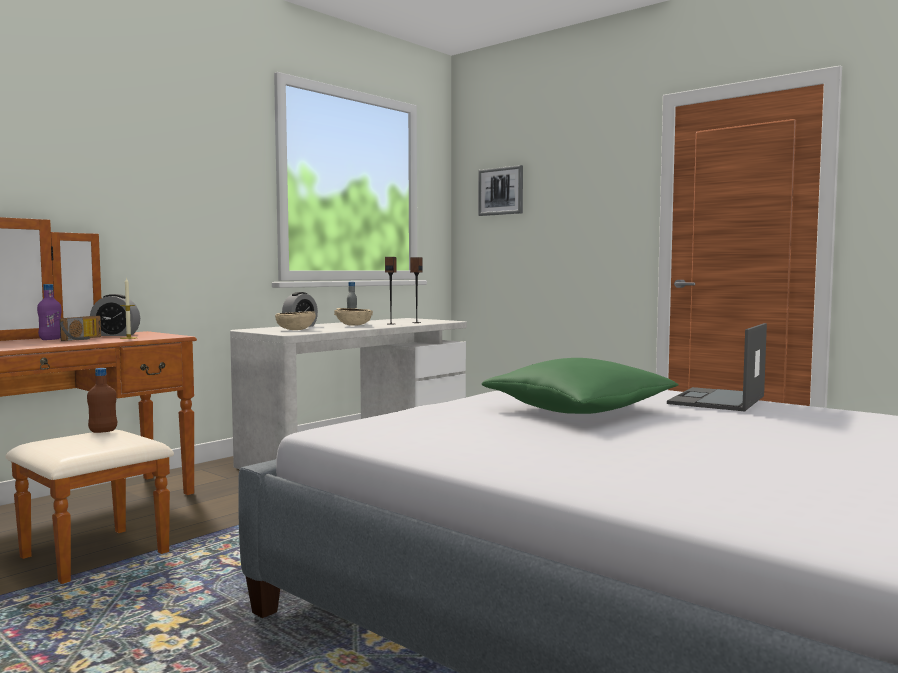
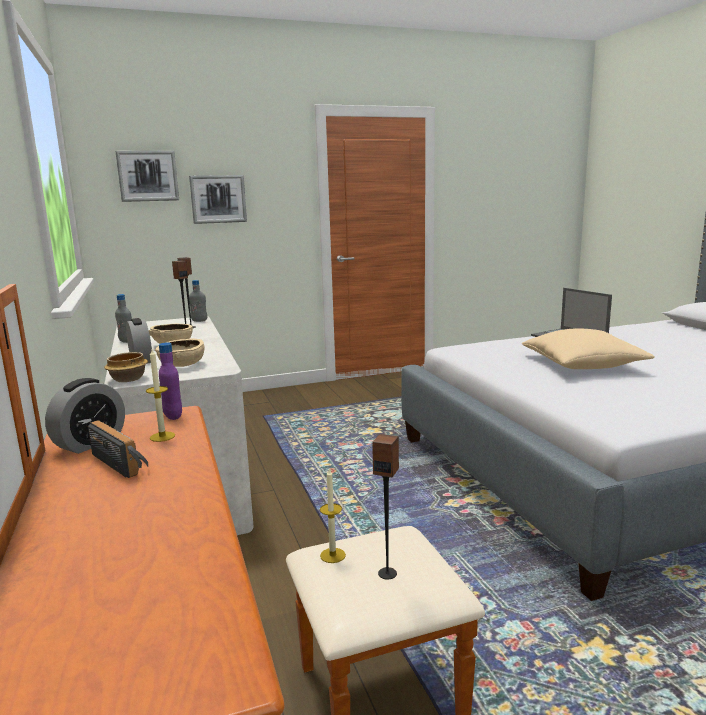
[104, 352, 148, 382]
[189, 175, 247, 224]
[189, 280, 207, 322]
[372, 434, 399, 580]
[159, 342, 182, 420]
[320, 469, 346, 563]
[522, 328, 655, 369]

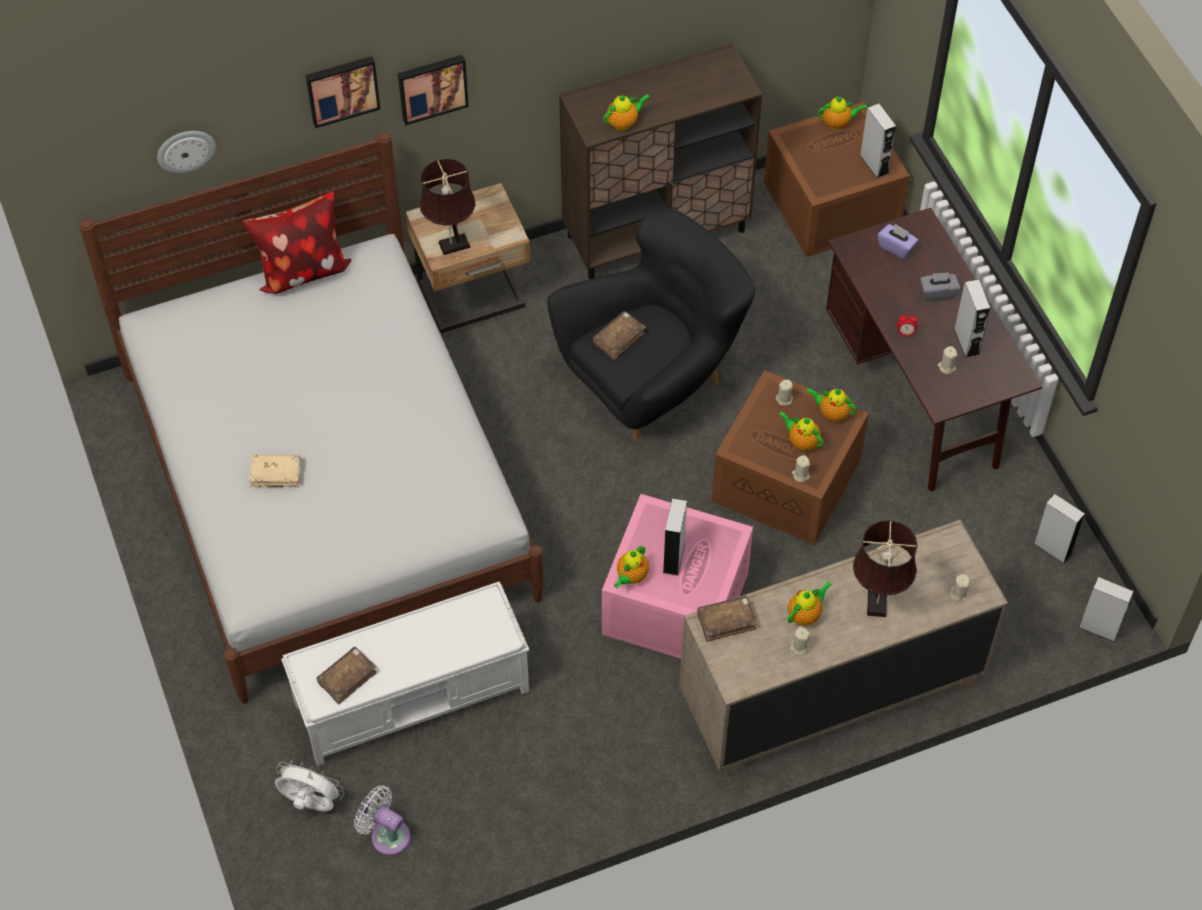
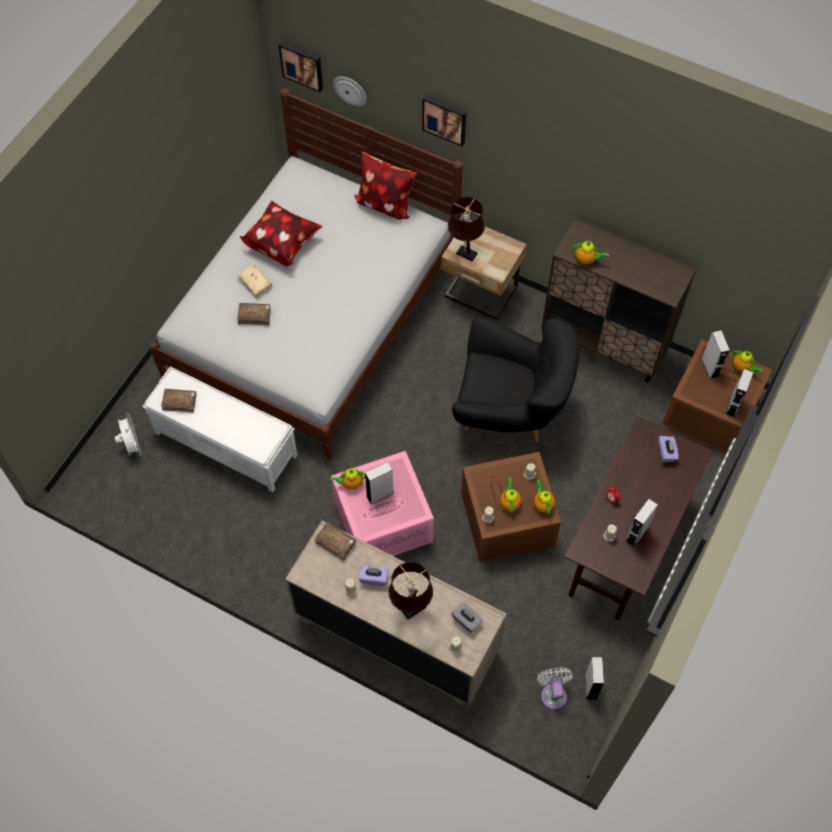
[240, 201, 322, 266]
[537, 667, 573, 710]
[279, 41, 323, 92]
[237, 303, 271, 325]
[451, 603, 483, 633]
[702, 330, 730, 379]
[359, 565, 388, 586]

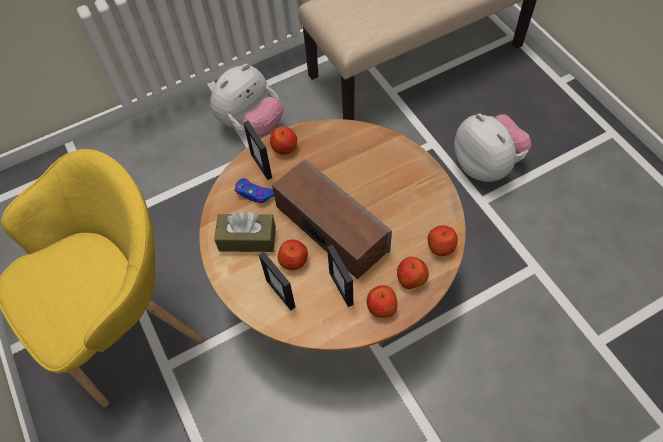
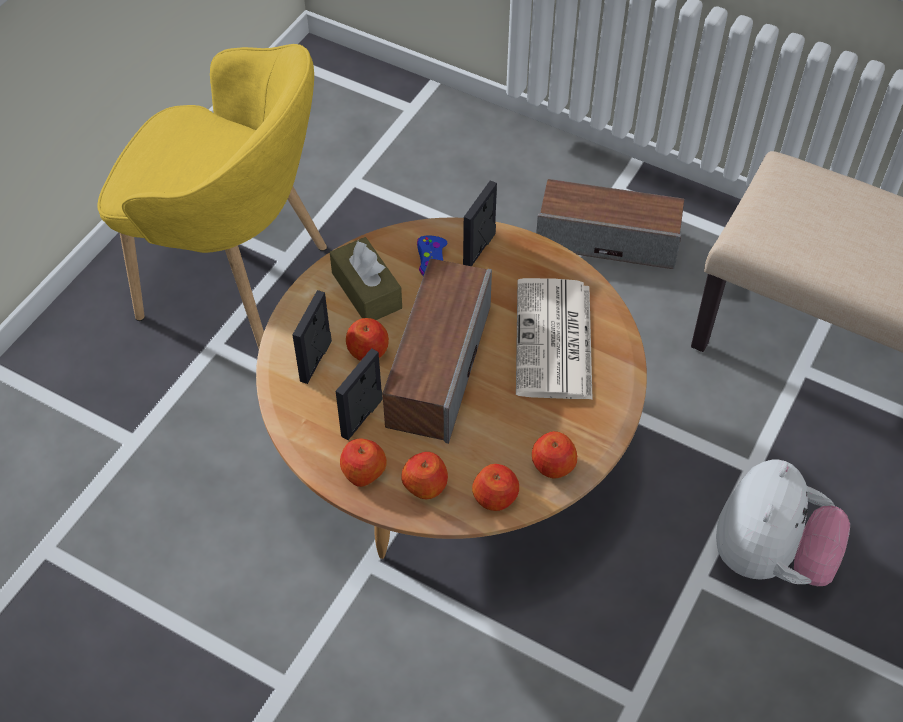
[516, 278, 593, 400]
[532, 431, 577, 478]
[536, 179, 684, 269]

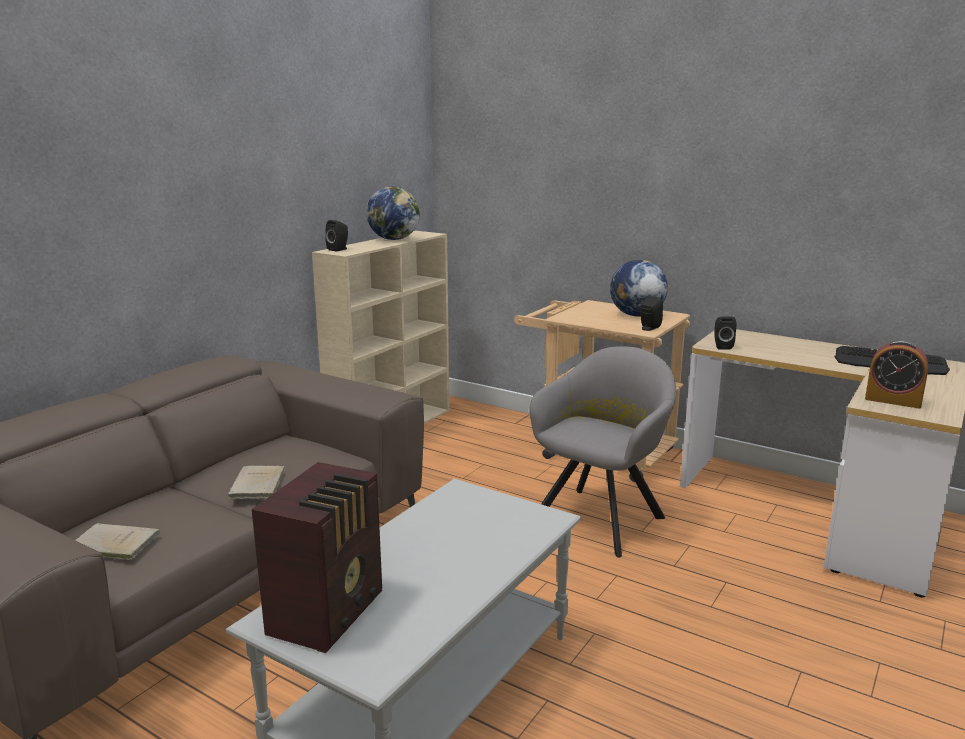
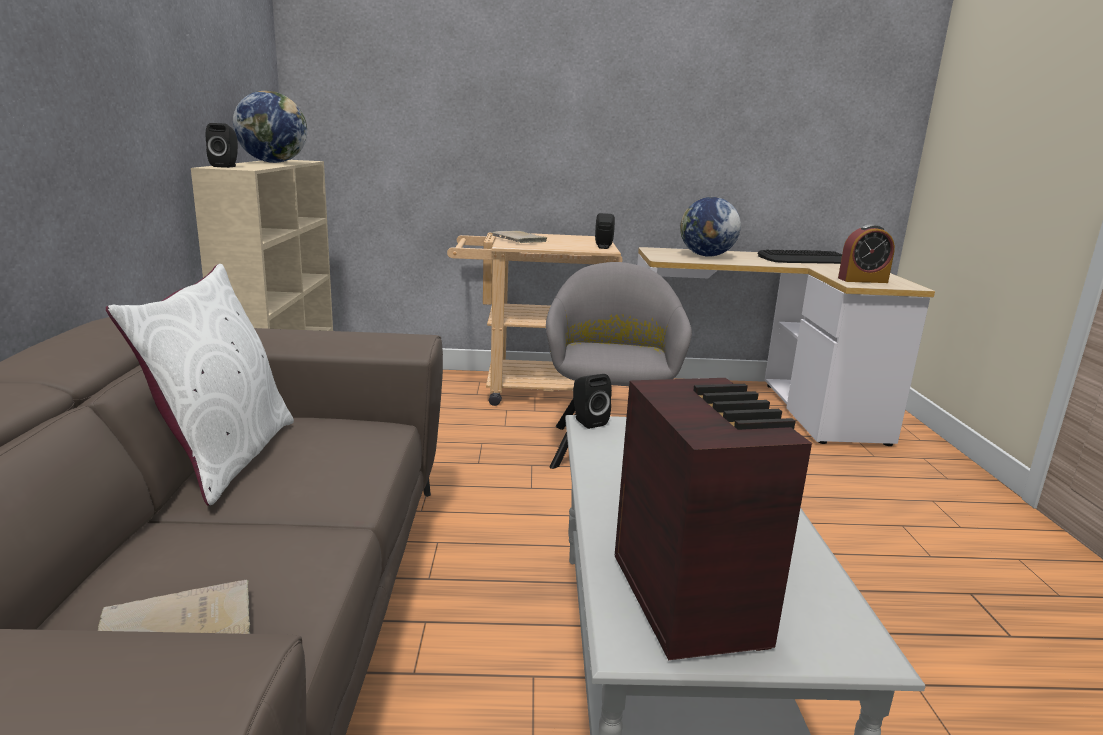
[106, 264, 294, 506]
[492, 231, 547, 243]
[680, 197, 741, 256]
[573, 374, 612, 429]

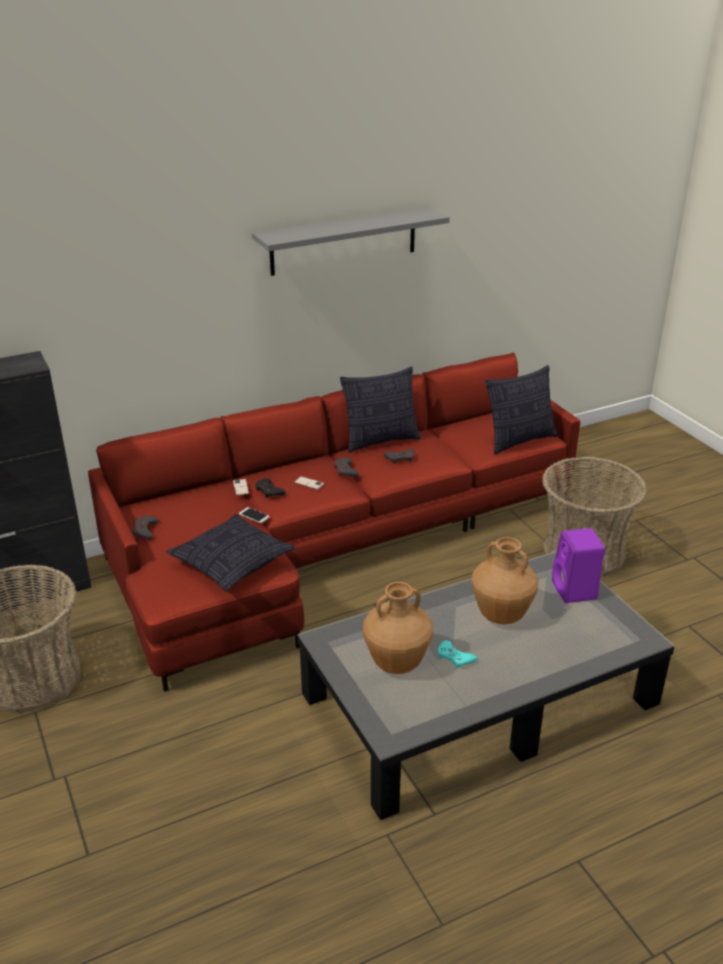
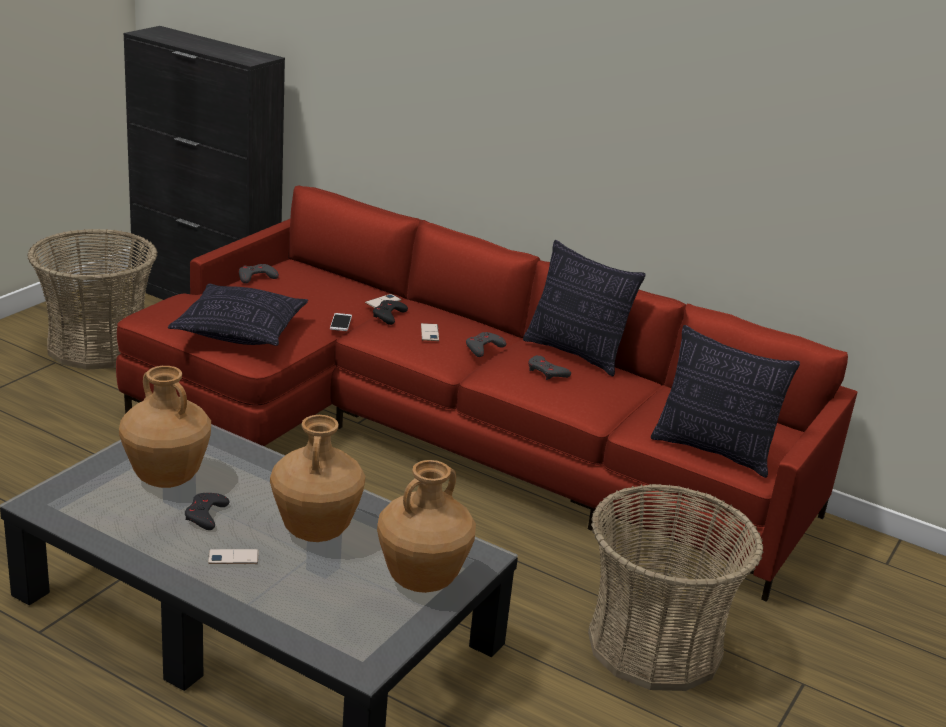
[252, 206, 450, 276] (first image)
[208, 549, 259, 564]
[377, 460, 476, 593]
[185, 493, 229, 530]

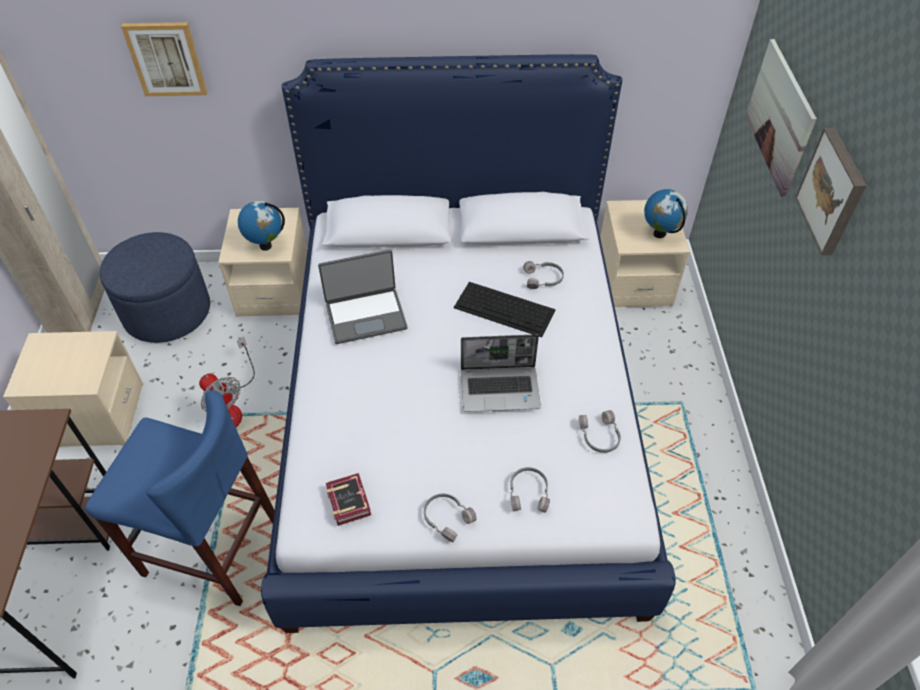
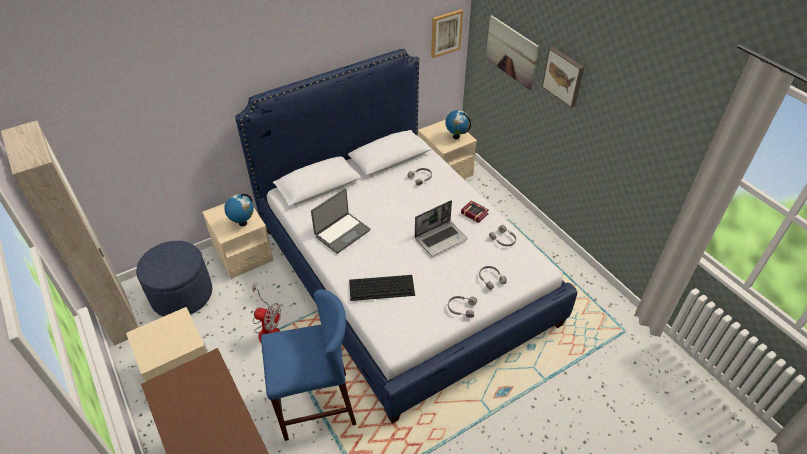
[431, 9, 463, 58]
[461, 200, 489, 223]
[349, 275, 415, 301]

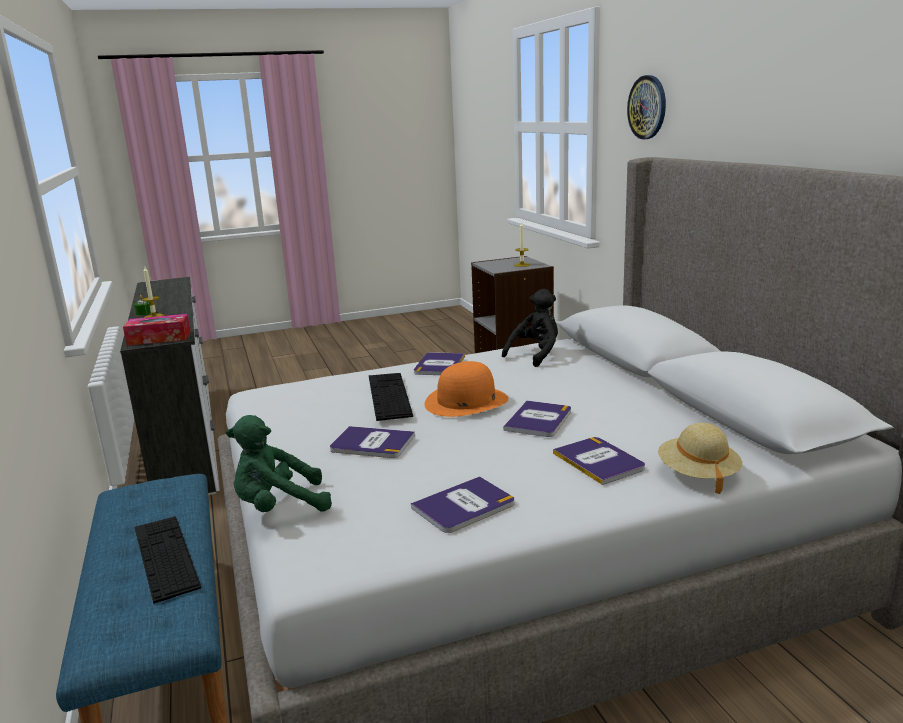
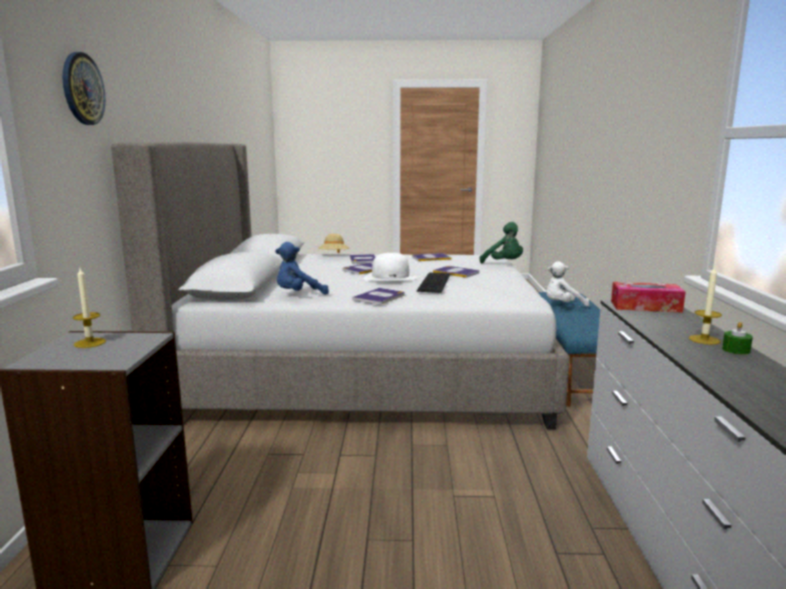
[546, 261, 590, 307]
[364, 253, 417, 281]
[275, 242, 329, 295]
[480, 222, 523, 263]

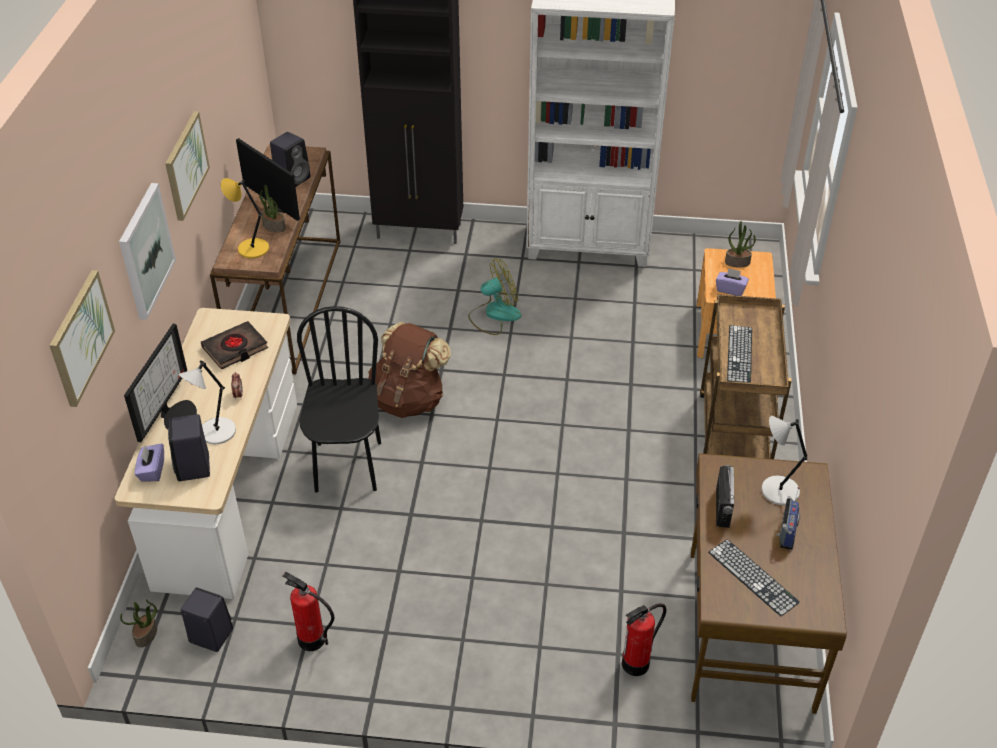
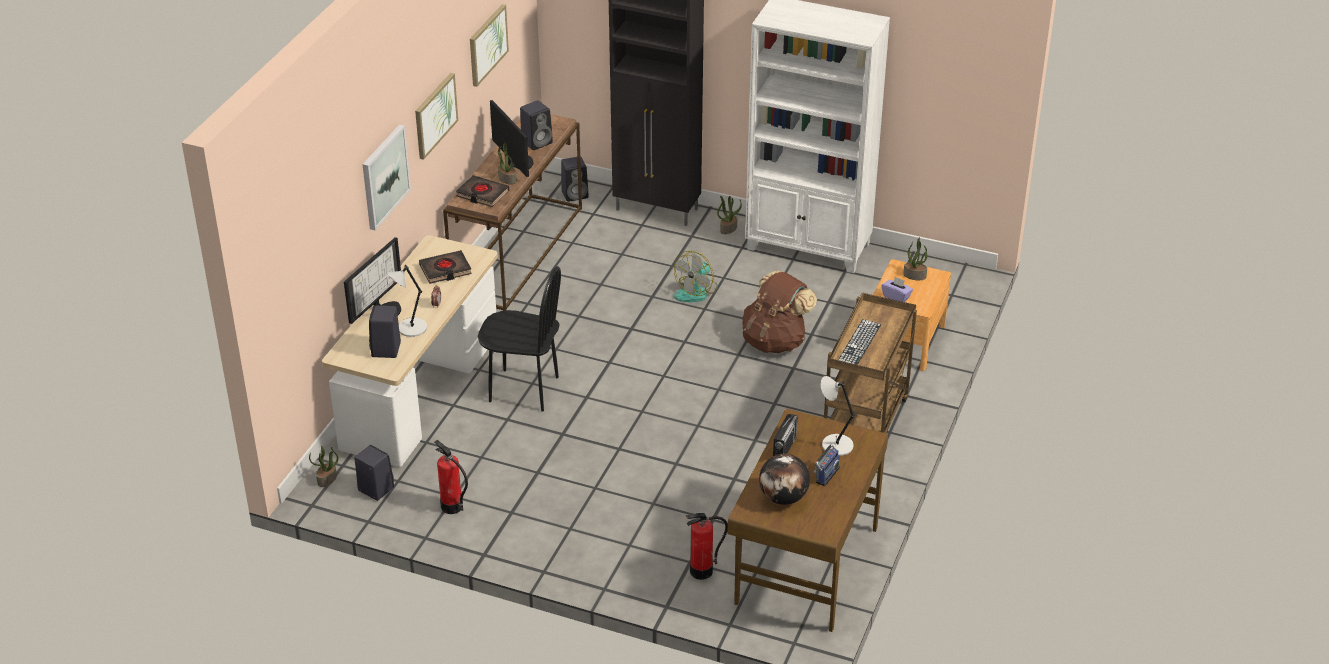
[135, 443, 164, 482] (first image)
[561, 156, 589, 202]
[717, 196, 742, 234]
[470, 4, 509, 87]
[742, 270, 817, 353]
[456, 175, 509, 207]
[759, 454, 810, 505]
[478, 266, 561, 412]
[674, 251, 717, 302]

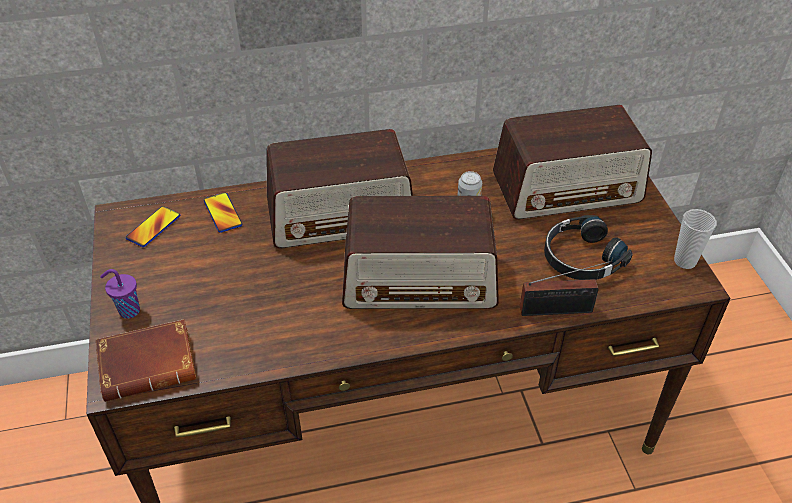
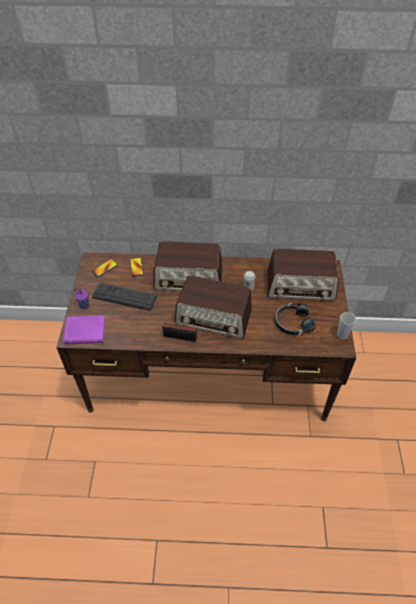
[92, 282, 157, 311]
[162, 321, 200, 342]
[63, 315, 106, 344]

